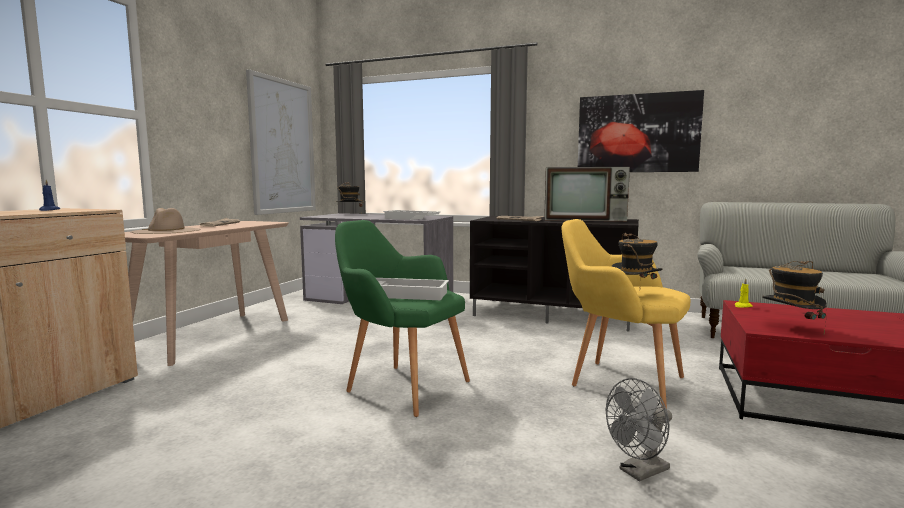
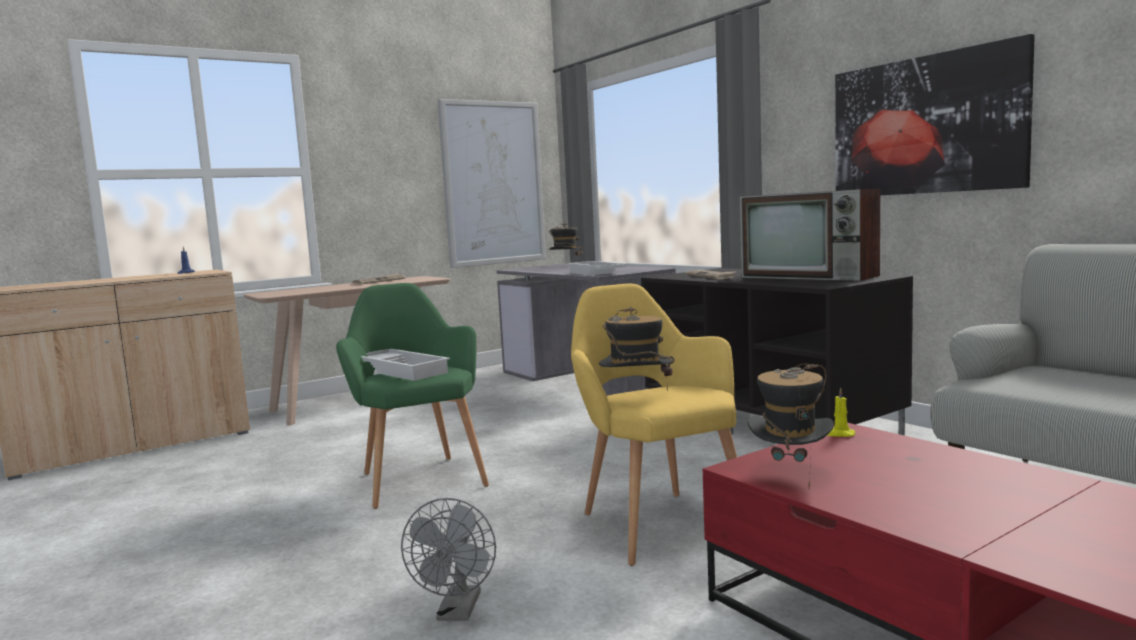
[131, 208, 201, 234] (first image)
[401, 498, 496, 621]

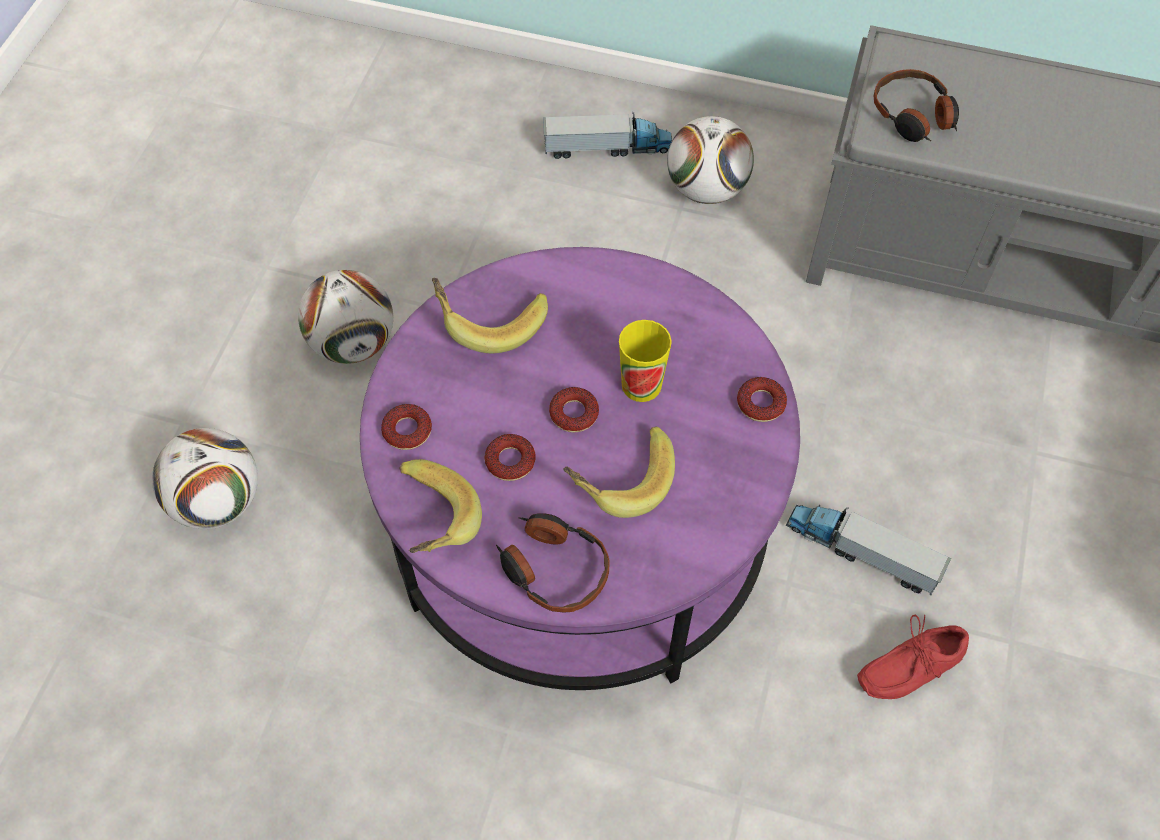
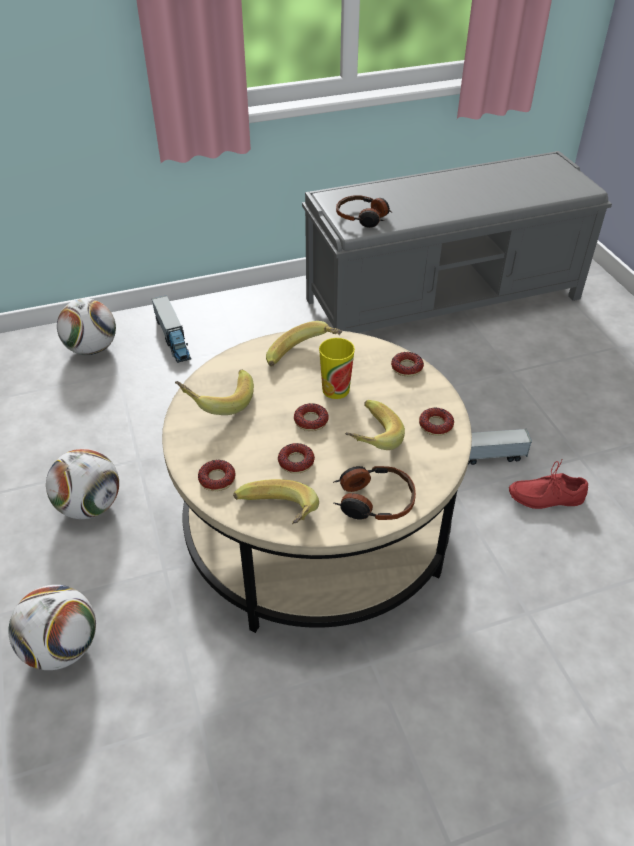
[266, 321, 342, 367]
[419, 408, 454, 436]
[57, 298, 116, 356]
[162, 331, 472, 633]
[152, 295, 191, 363]
[509, 460, 588, 509]

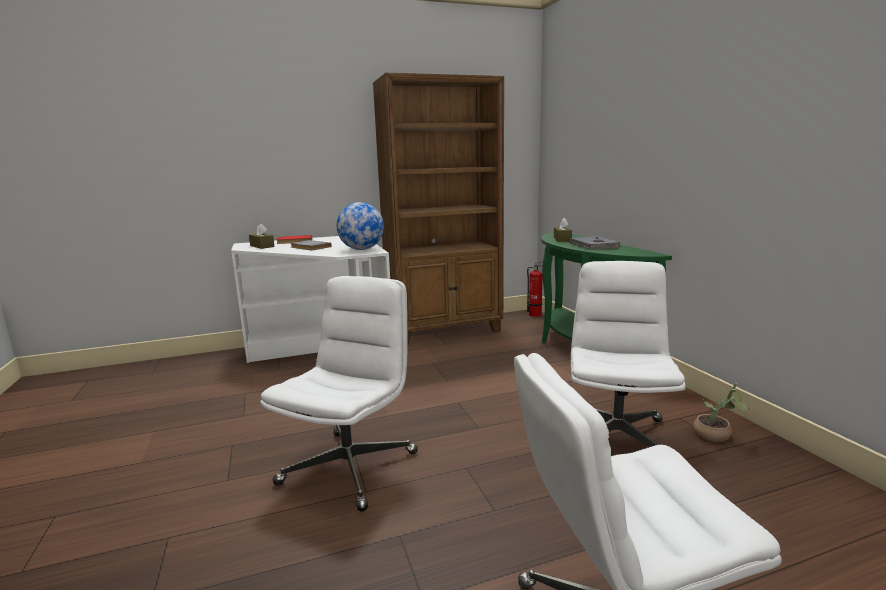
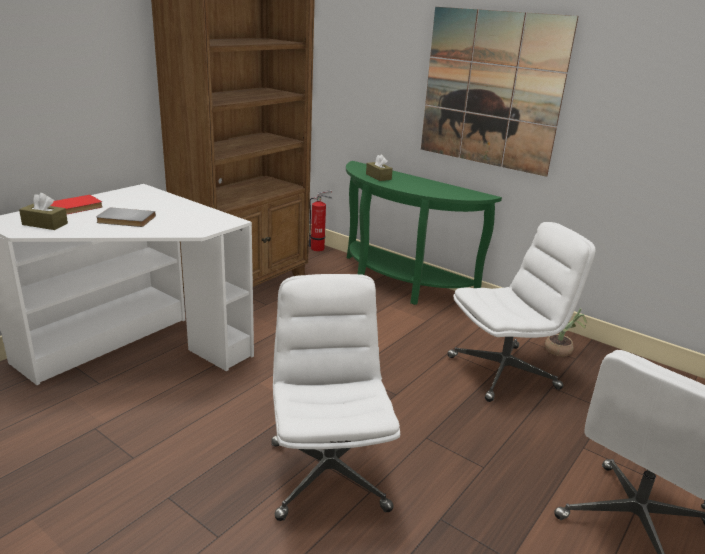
[336, 202, 384, 250] (first image)
[569, 236, 620, 250] (first image)
[421, 7, 578, 177]
[448, 222, 596, 402]

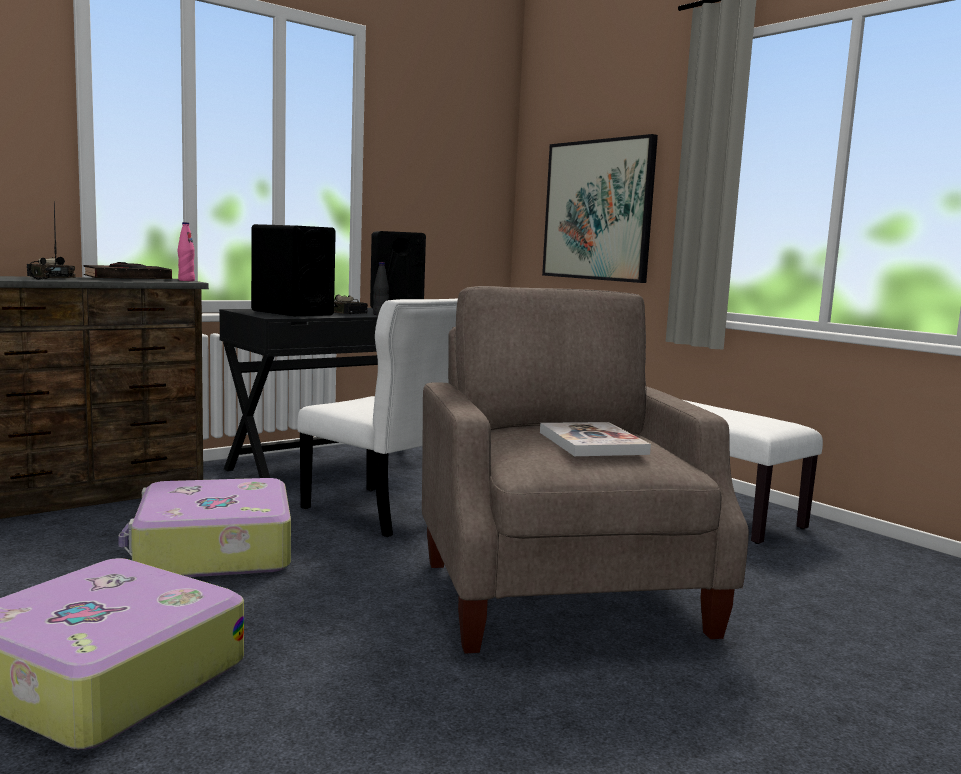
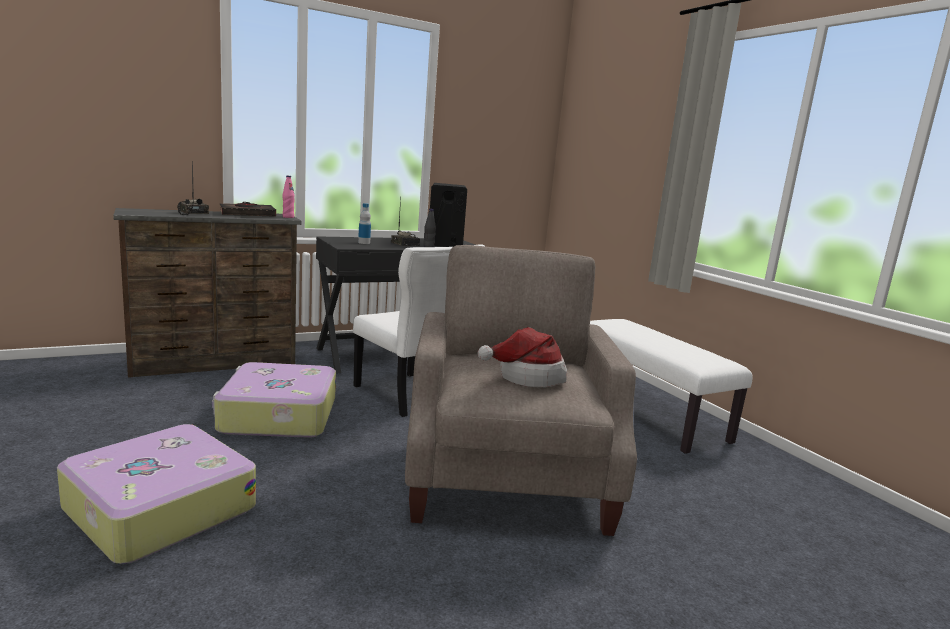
[542, 134, 658, 283] (first image)
[358, 203, 371, 244]
[478, 327, 567, 388]

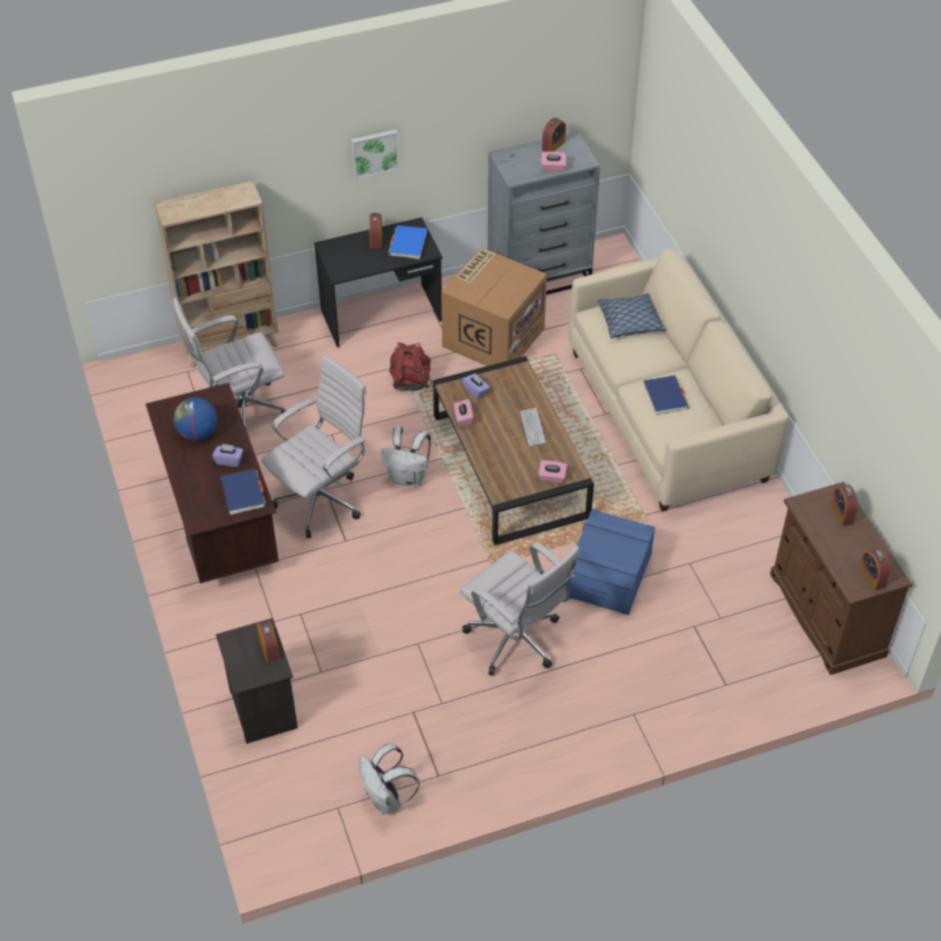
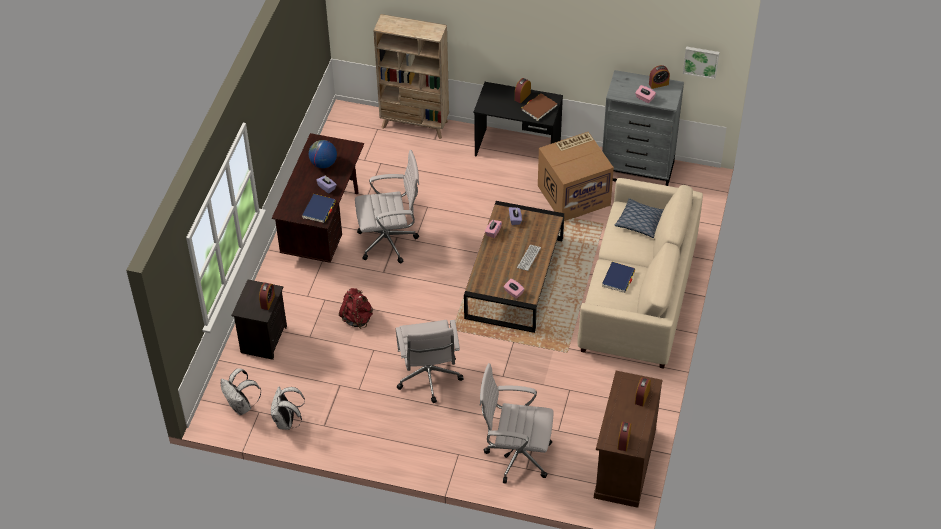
[569, 509, 655, 615] (first image)
[480, 363, 554, 484]
[683, 46, 719, 79]
[221, 368, 261, 415]
[339, 288, 373, 329]
[521, 93, 557, 121]

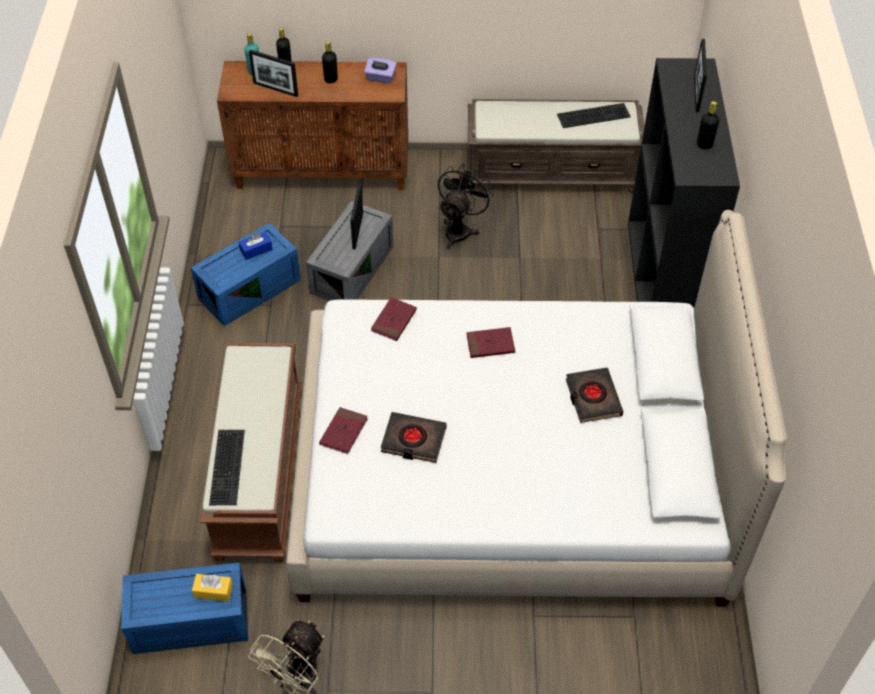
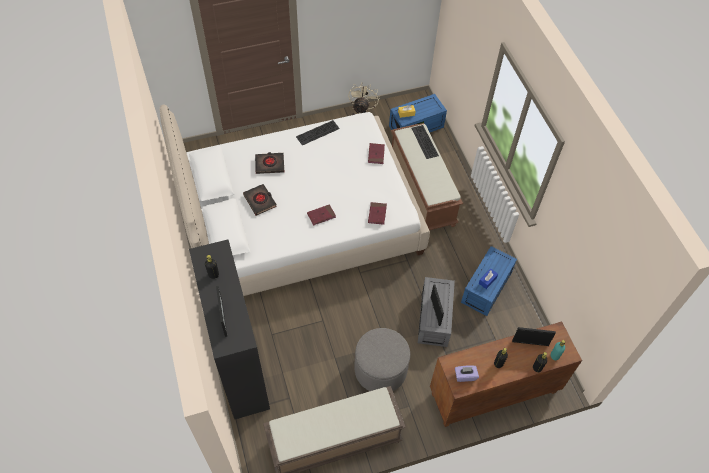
[255, 152, 284, 174]
[296, 120, 340, 145]
[354, 328, 410, 391]

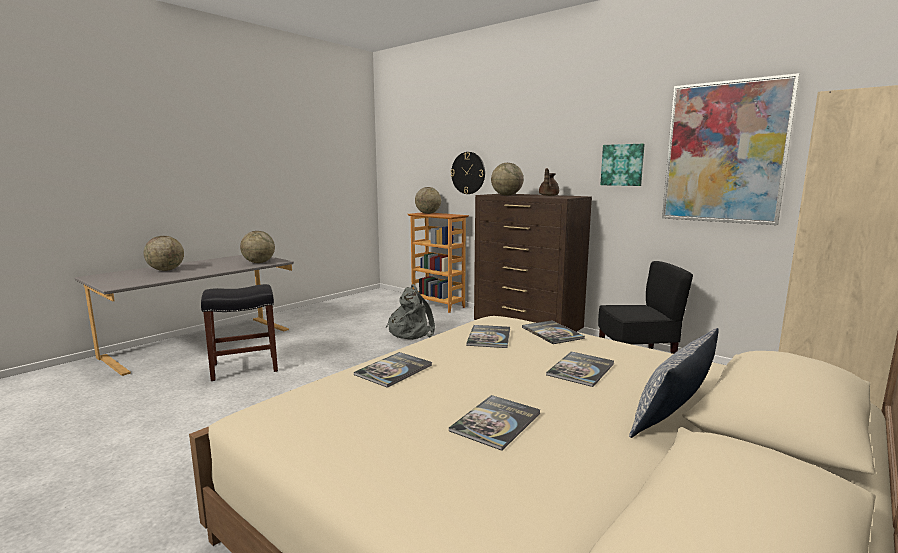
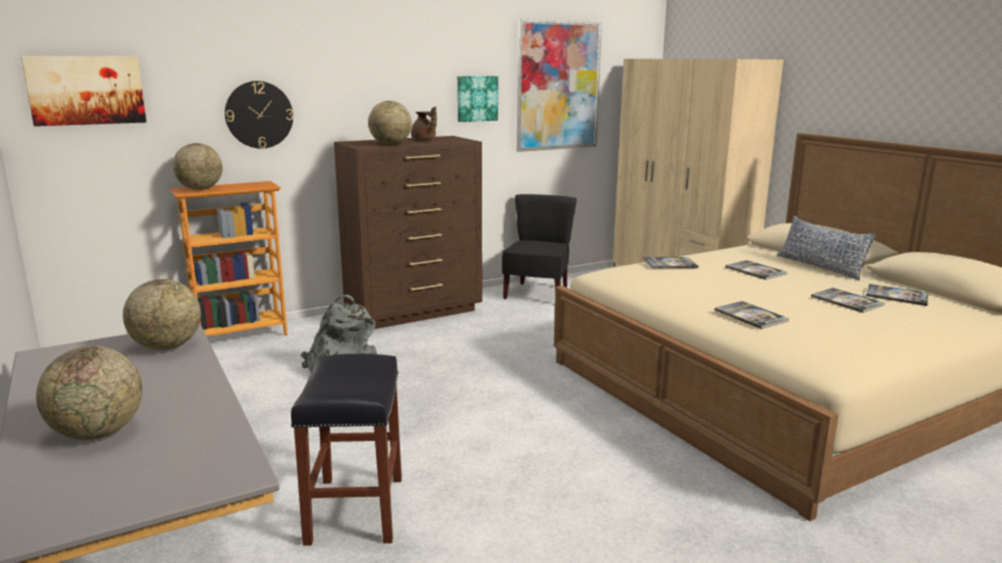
[21, 56, 146, 126]
[866, 284, 928, 306]

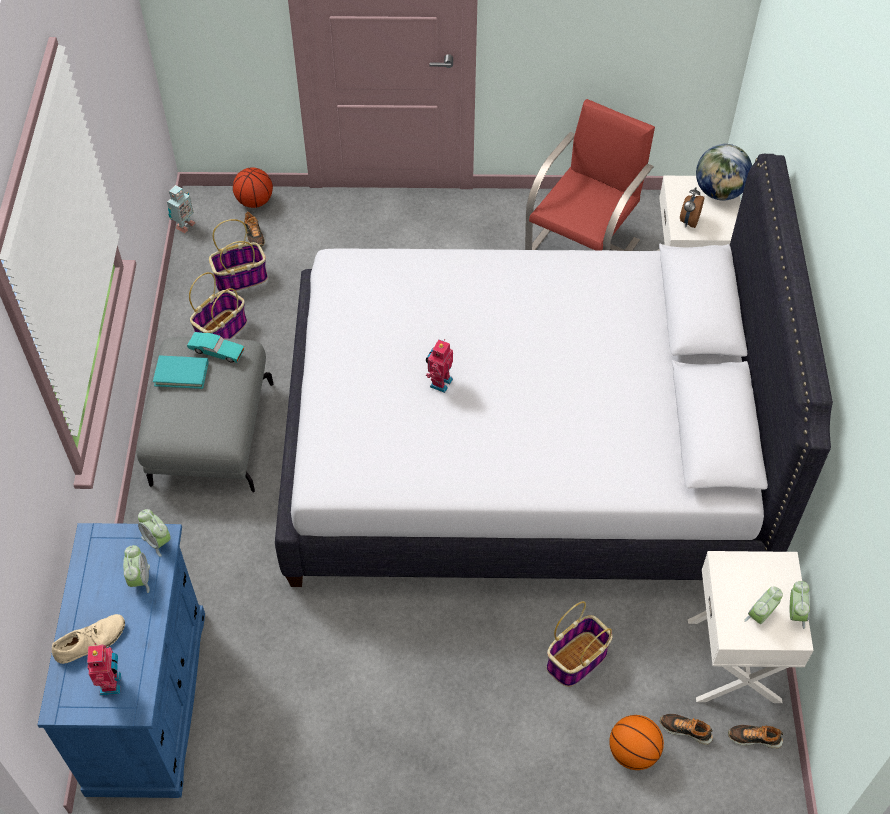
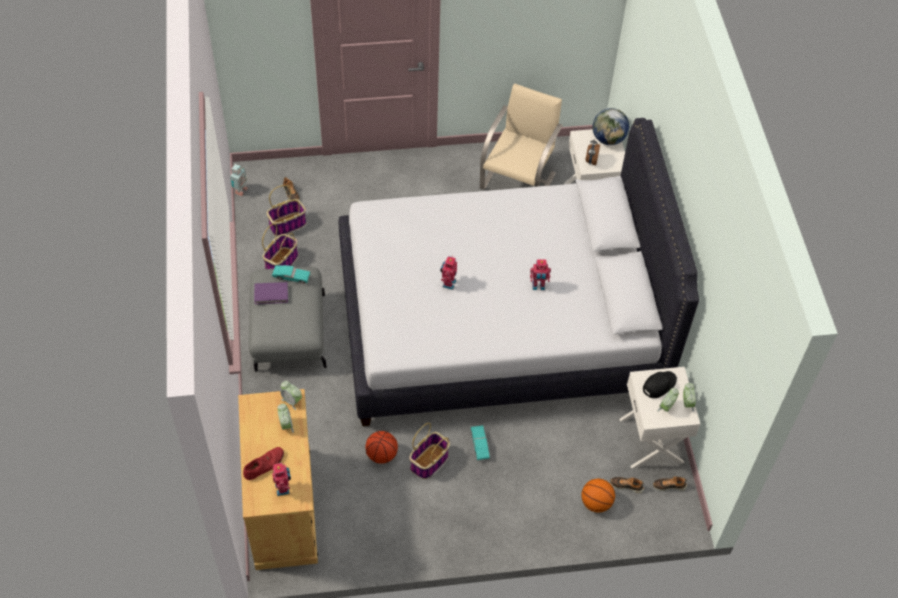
[471, 425, 490, 460]
[530, 259, 551, 290]
[643, 371, 677, 398]
[366, 431, 398, 464]
[409, 423, 450, 479]
[238, 389, 318, 570]
[243, 447, 284, 480]
[254, 282, 288, 304]
[480, 83, 563, 190]

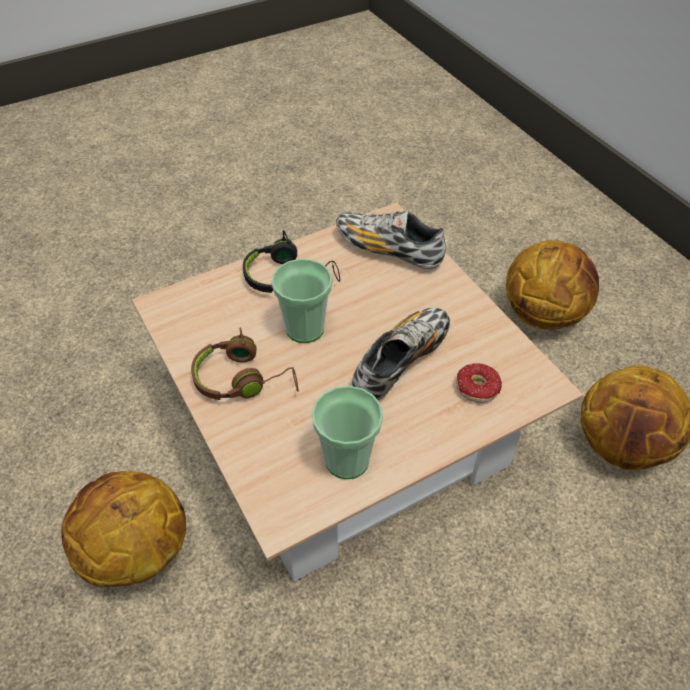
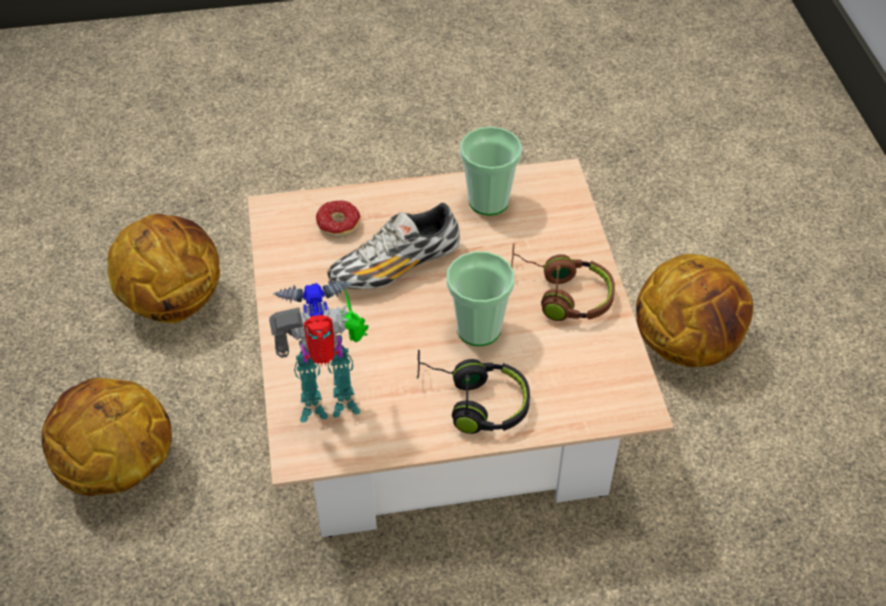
[269, 281, 369, 423]

